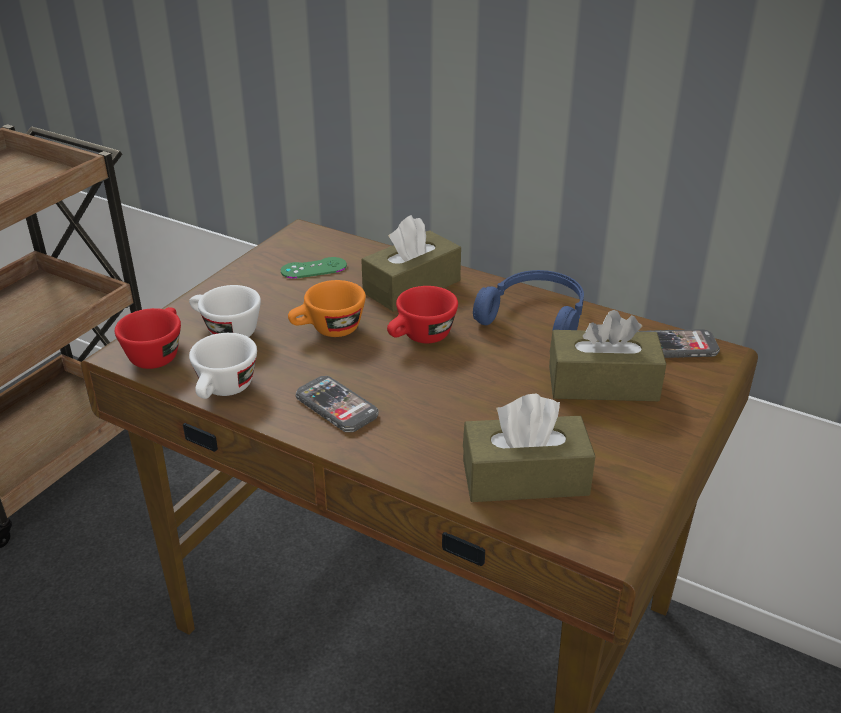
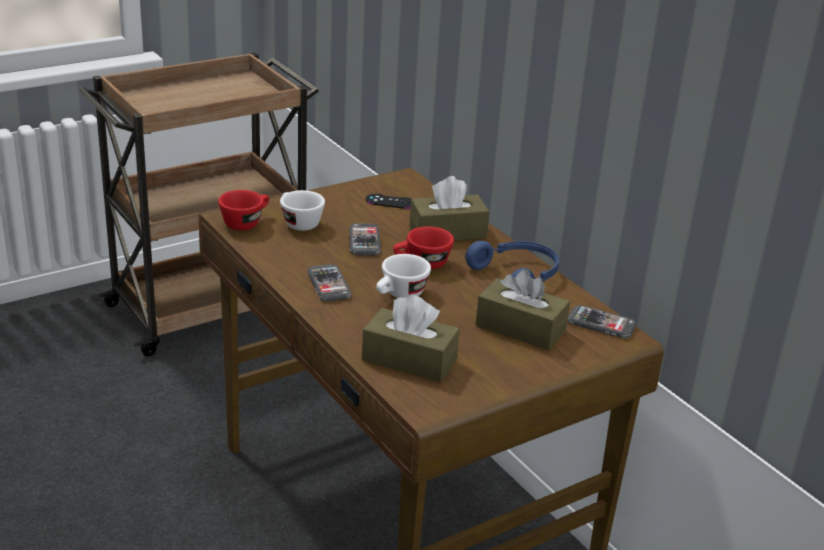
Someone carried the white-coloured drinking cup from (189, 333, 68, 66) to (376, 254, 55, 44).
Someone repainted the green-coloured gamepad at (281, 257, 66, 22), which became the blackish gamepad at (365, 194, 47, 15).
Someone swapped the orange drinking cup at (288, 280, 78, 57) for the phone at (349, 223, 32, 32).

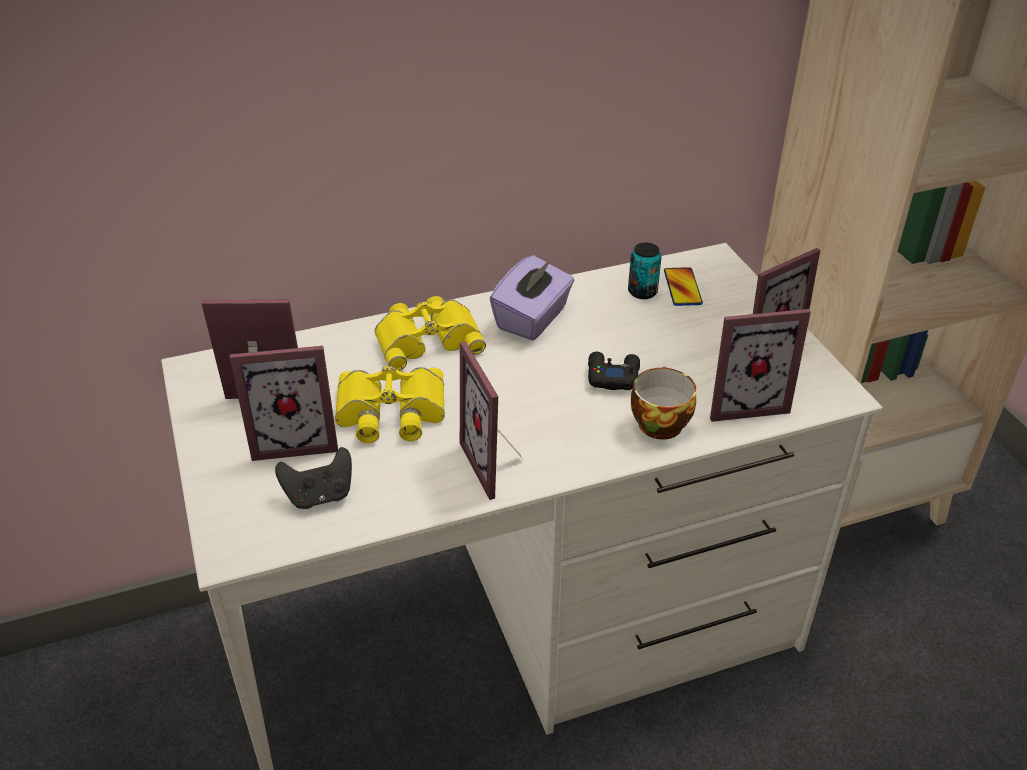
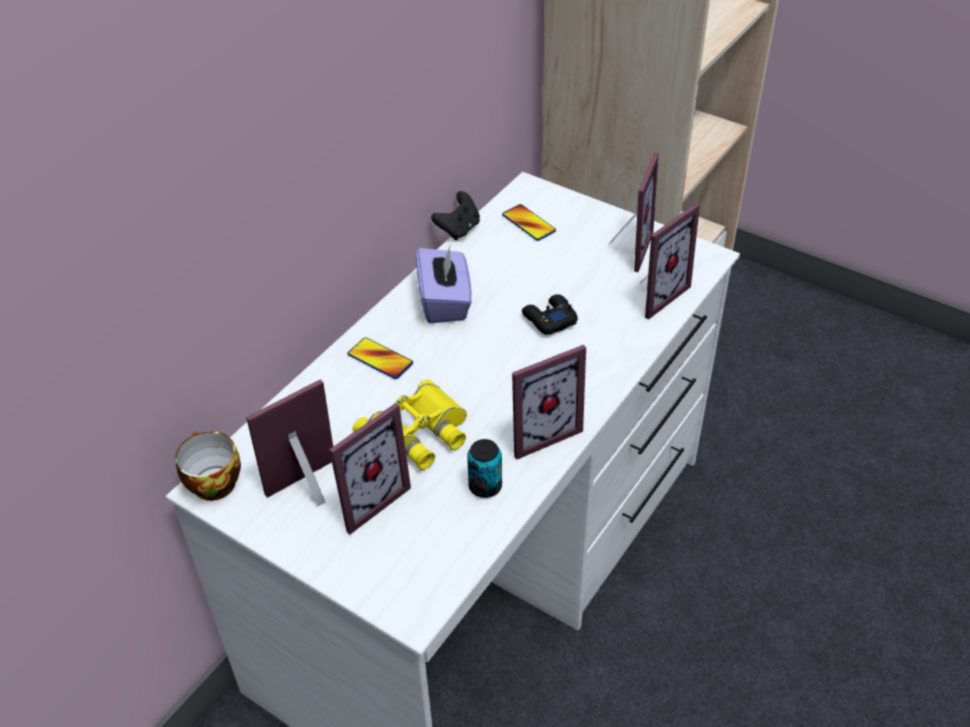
Someone carried the blackish gamepad from (275, 447, 77, 62) to (431, 191, 49, 49).
Someone swapped the yellow field glasses at (375, 296, 111, 75) for the phone at (348, 337, 65, 42).
Someone rotated the photo frame at (460, 342, 62, 158) by 60 degrees counterclockwise.
Someone carried the can from (628, 243, 33, 56) to (467, 439, 35, 59).
Someone carried the drinking cup from (631, 367, 65, 73) to (175, 431, 66, 70).

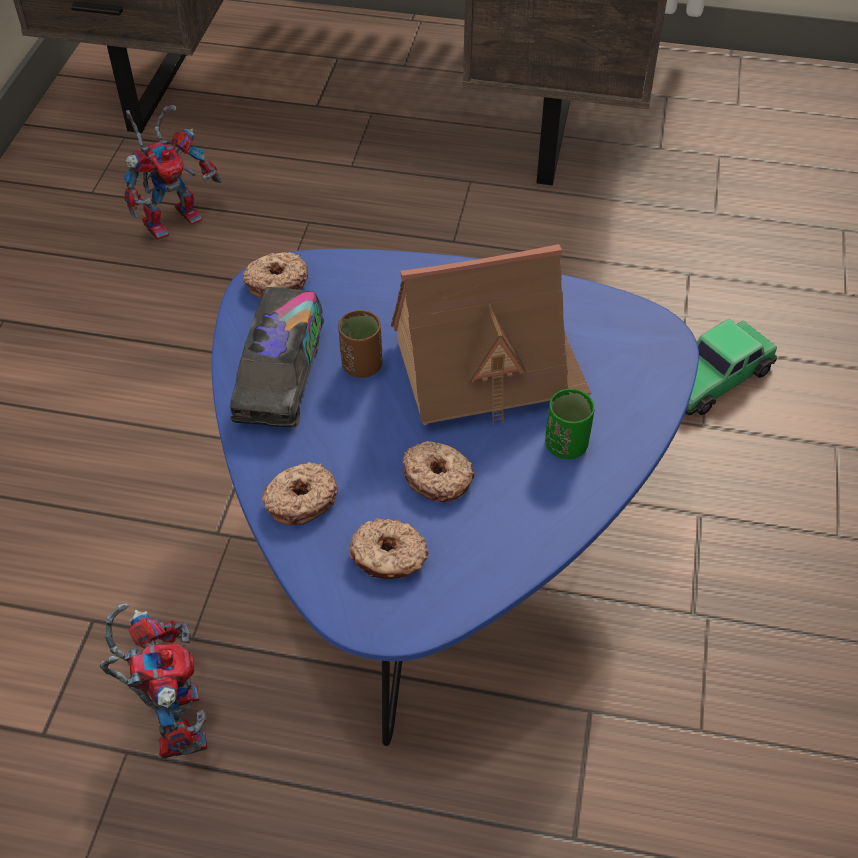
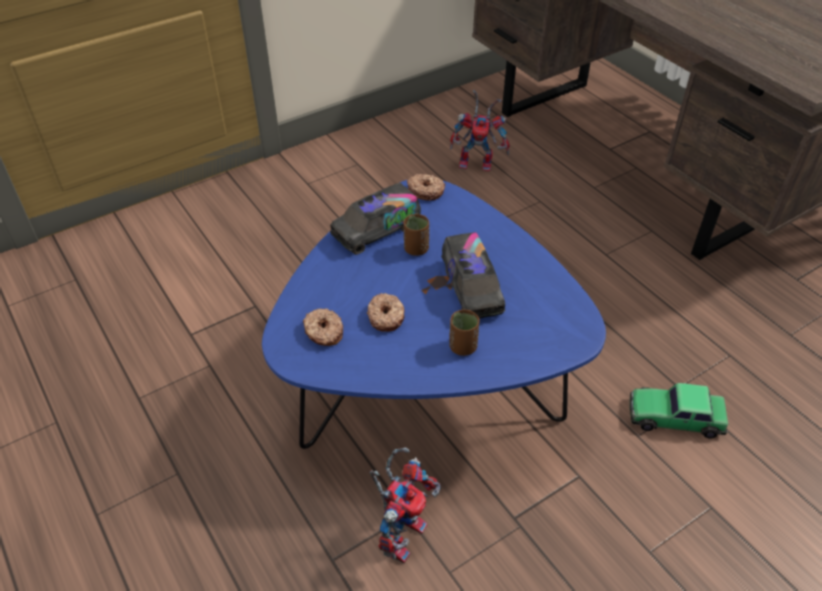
Someone carried the robot figure from (100, 603, 108, 156) to (369, 447, 72, 117).
Someone took away the ring doughnut at (262, 462, 76, 63).
Someone swapped the toy house at (391, 244, 200, 181) for the toy lorry at (441, 232, 64, 87).
Someone repainted the green-coloured drinking cup at (545, 389, 50, 70), which became the brown-coloured drinking cup at (449, 309, 31, 47).

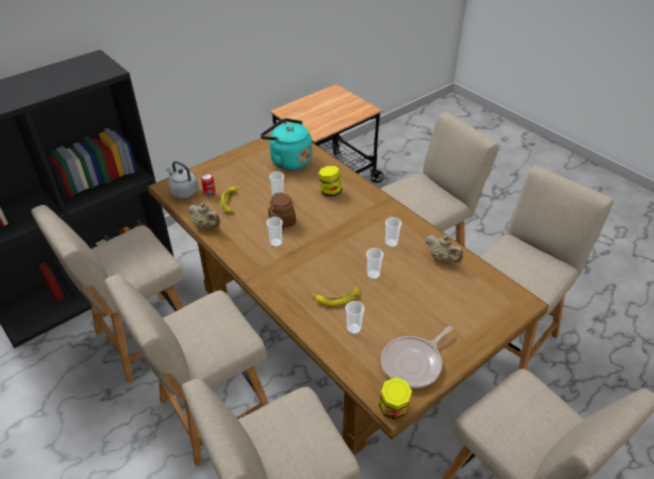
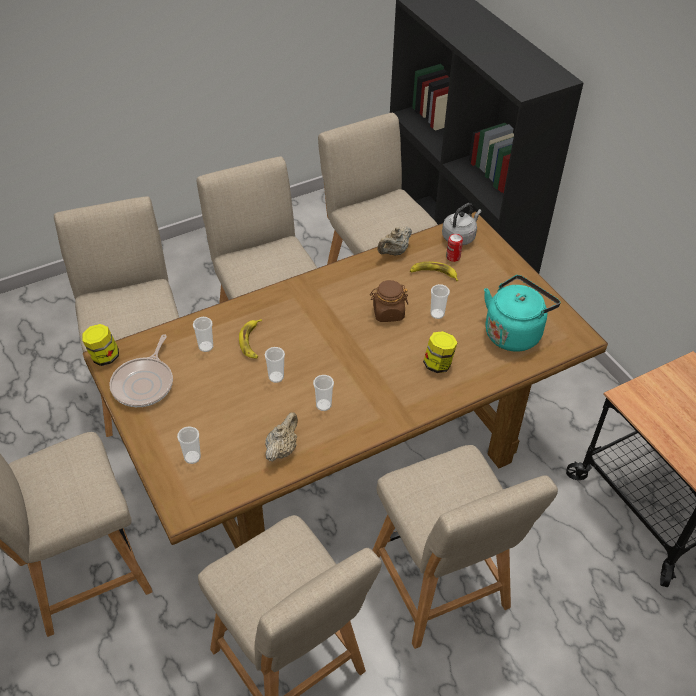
Someone carried the drinking cup from (266, 217, 17, 30) to (177, 426, 24, 38).
Someone rotated the pan at (381, 326, 72, 62) by 135 degrees counterclockwise.
Someone rotated the beige-coloured tea pot at (425, 235, 38, 27) by 150 degrees clockwise.

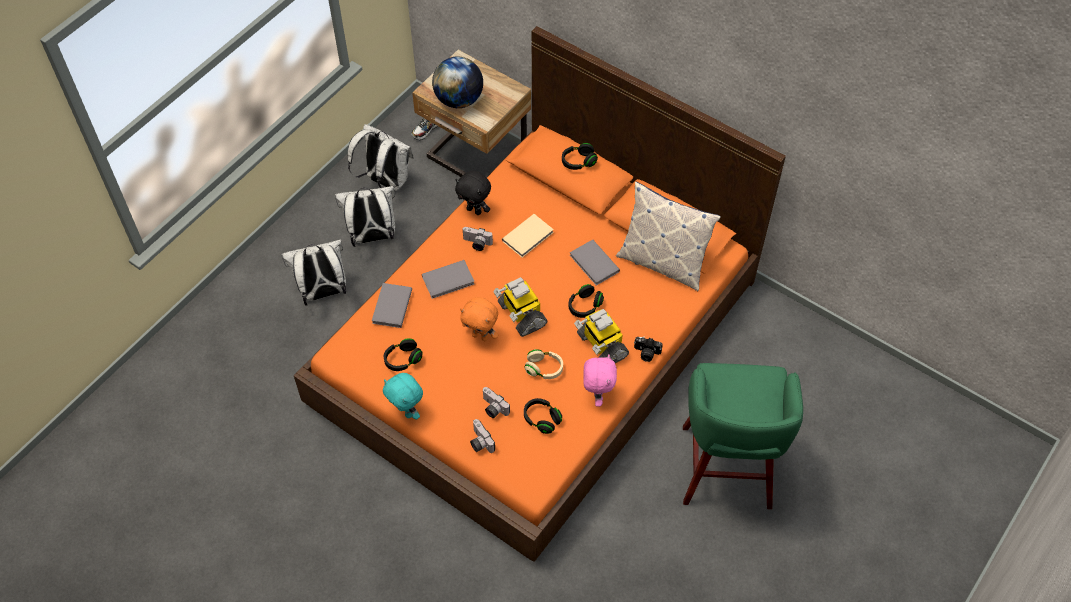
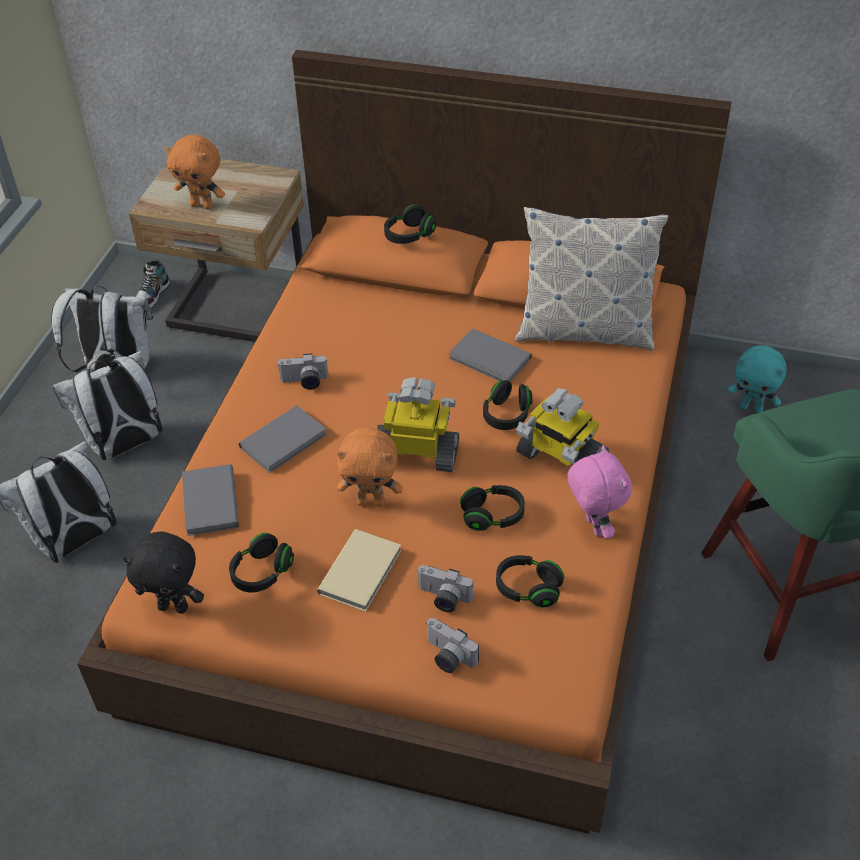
Someone carried the blue-green plush toy from (383, 373, 40, 47) to (728, 345, 58, 68).
Someone swapped the globe at (432, 56, 51, 52) for the orange plush toy at (165, 135, 60, 75).
Someone carried the blackish plush toy from (455, 171, 36, 44) to (123, 532, 81, 82).
Someone rotated the robot figure at (493, 277, 54, 60) by 150 degrees clockwise.
Someone carried the beige-coloured bound book from (502, 214, 52, 44) to (317, 529, 85, 83).
Someone repainted the beige-coloured headphones at (524, 349, 39, 30), which became the blackish headphones at (460, 485, 65, 46).
Someone took away the photo camera at (634, 337, 29, 25).

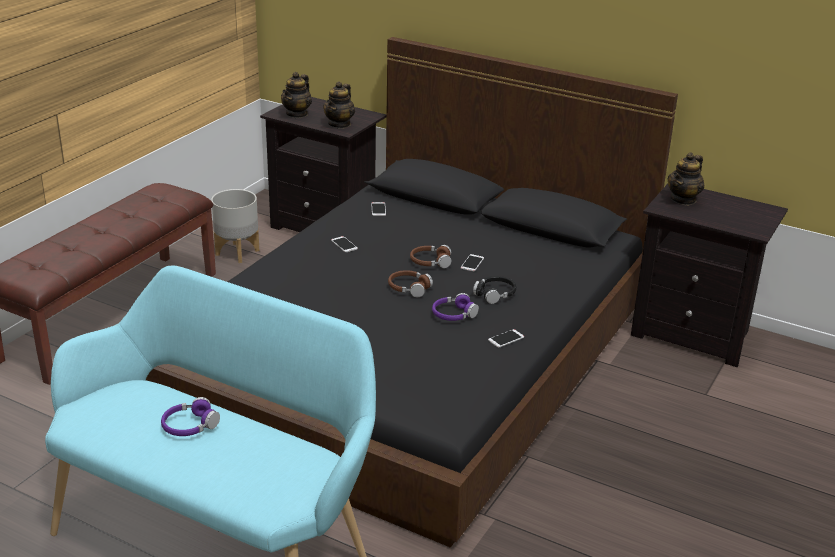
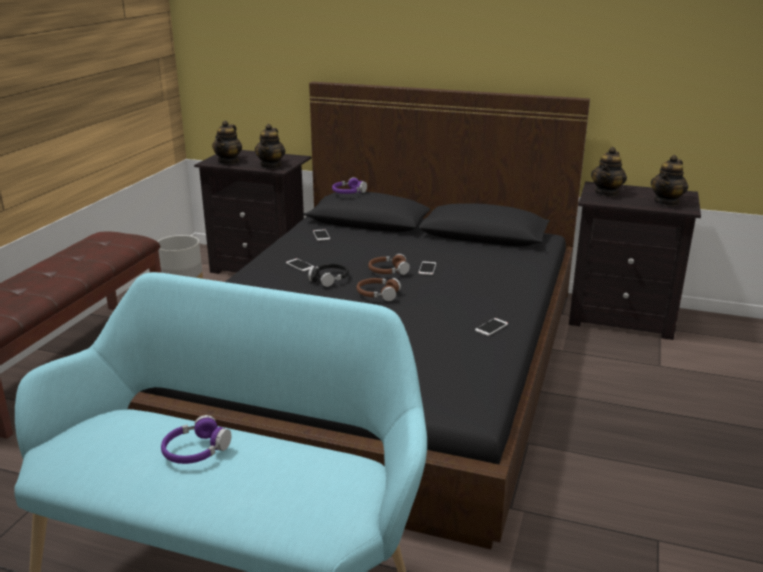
Someone carried the purple-coloured headphones from (432, 293, 47, 28) to (332, 177, 35, 17).
Someone carried the blackish headphones from (473, 276, 43, 28) to (308, 263, 41, 24).
Someone put down the tea pot at (651, 155, 37, 51).

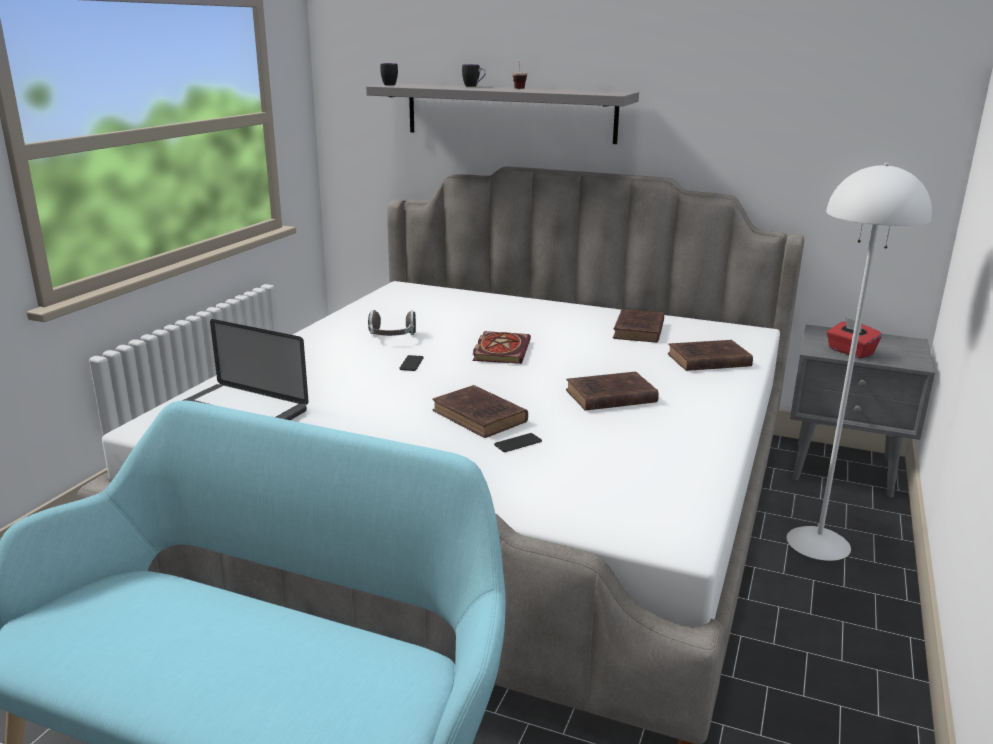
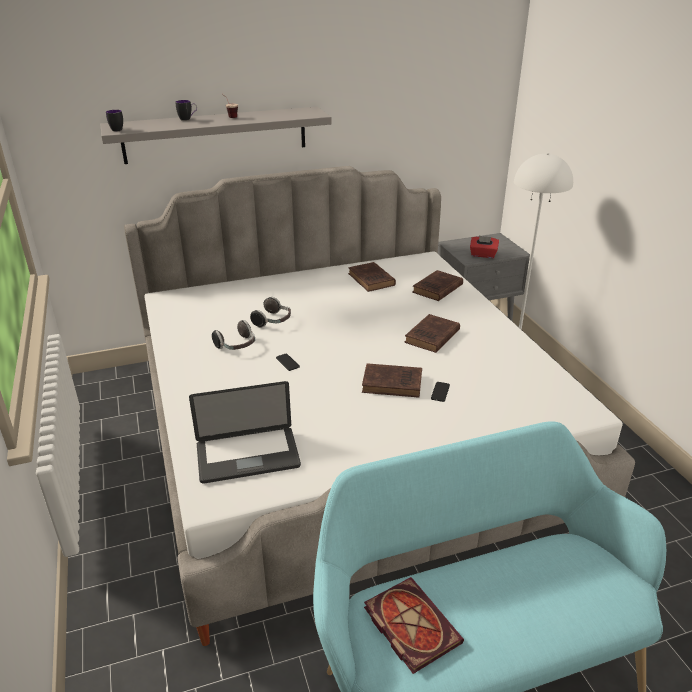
Someone carried the bound book from (473, 331, 58, 33) to (364, 577, 100, 97).
Someone put down the headphones at (250, 297, 41, 31).

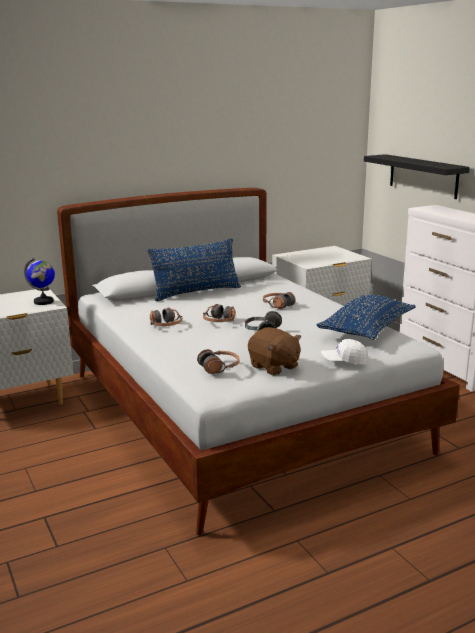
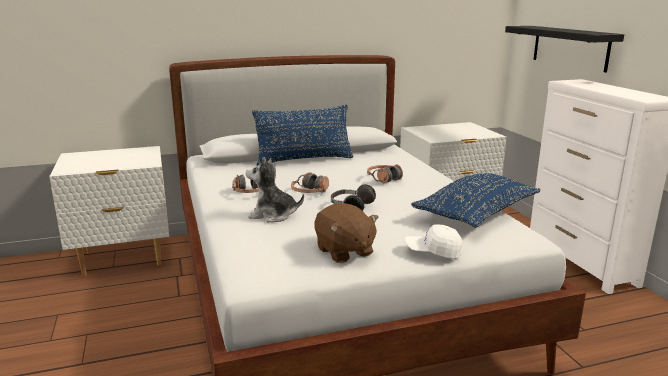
Someone took away the globe at (24, 257, 31, 48).
Someone took away the headphones at (197, 349, 43, 25).
Someone put down the plush toy at (246, 157, 58, 65).

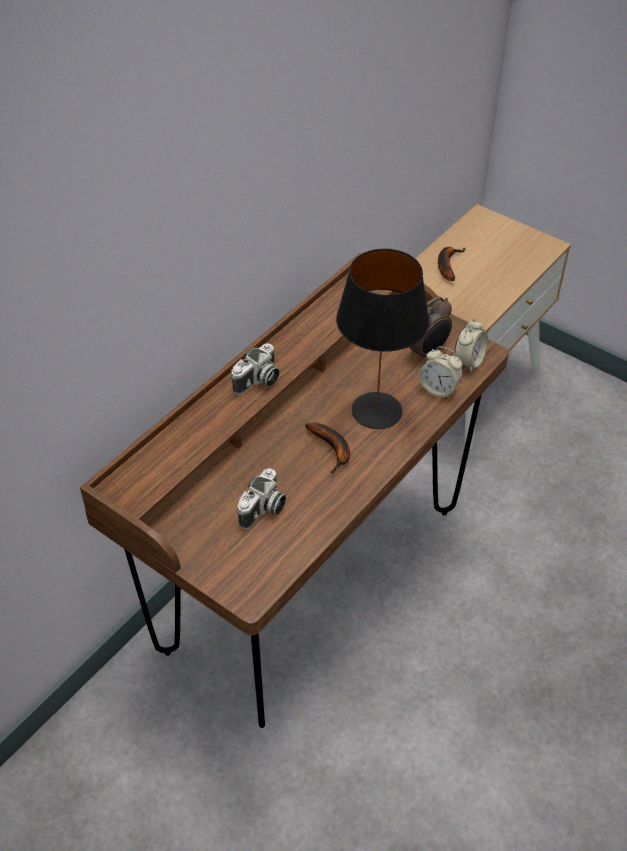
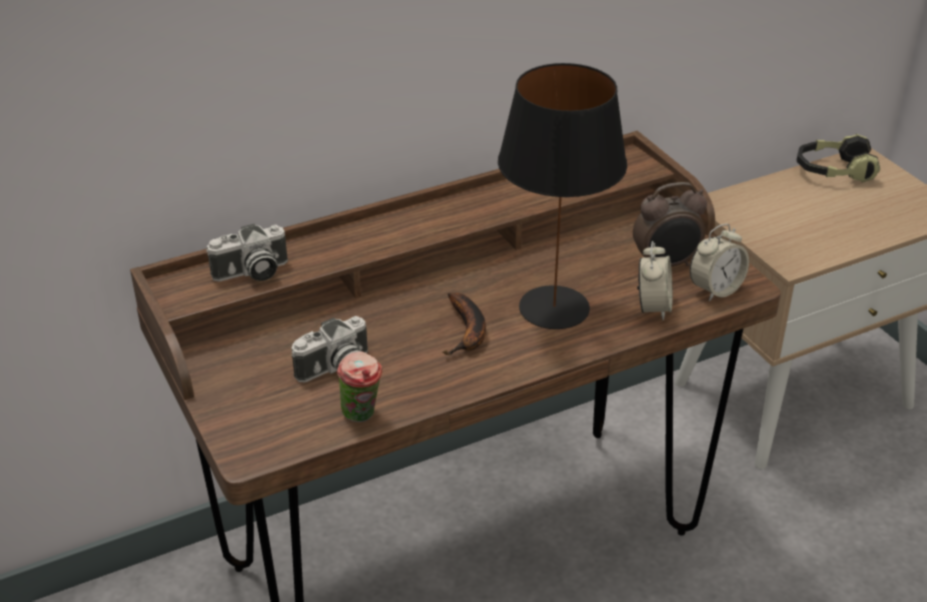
Someone carried the photo camera from (231, 343, 48, 52) to (206, 224, 82, 58).
Someone rotated the table clock at (418, 346, 45, 53) by 135 degrees counterclockwise.
Someone took away the whole banana at (438, 247, 28, 34).
Someone put down the drinking cup at (337, 352, 45, 70).
Someone put down the headphones at (797, 134, 84, 49).

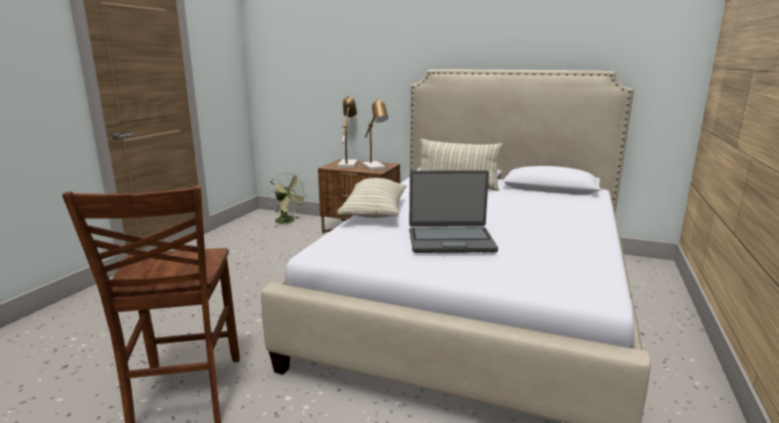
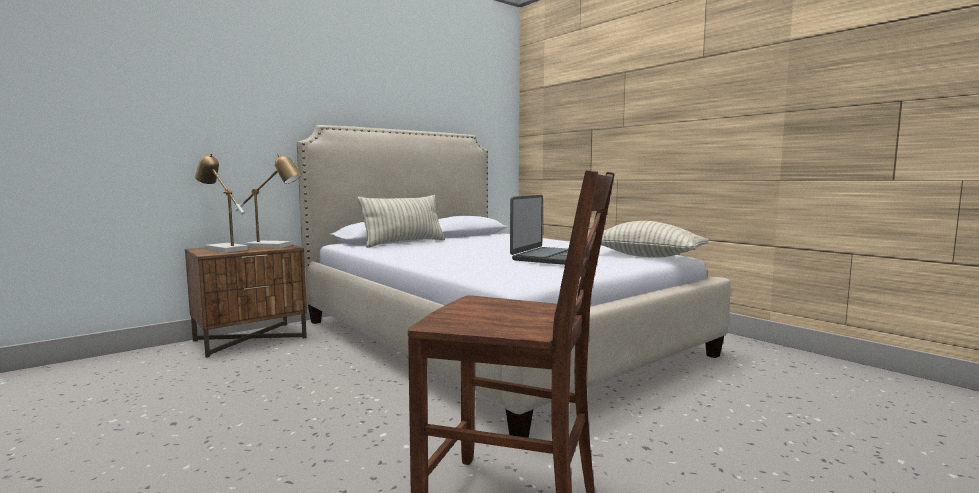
Someone took away the green-coloured fan at (267, 172, 41, 54).
Someone carried the pillow from (337, 178, 69, 40) to (587, 221, 123, 36).

